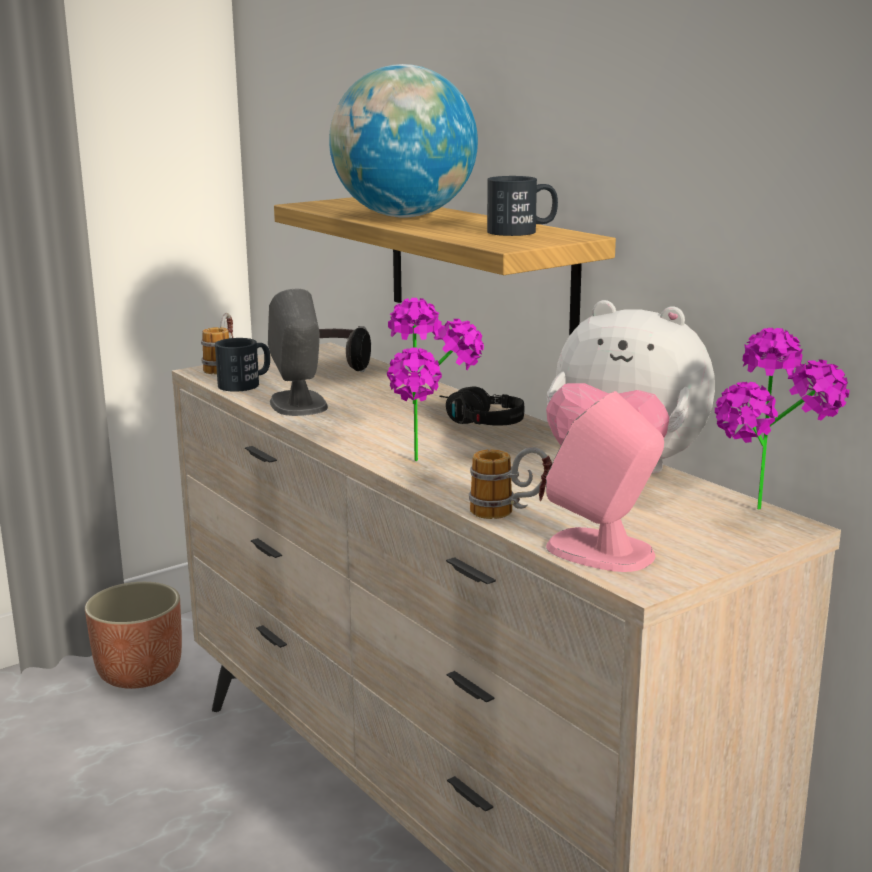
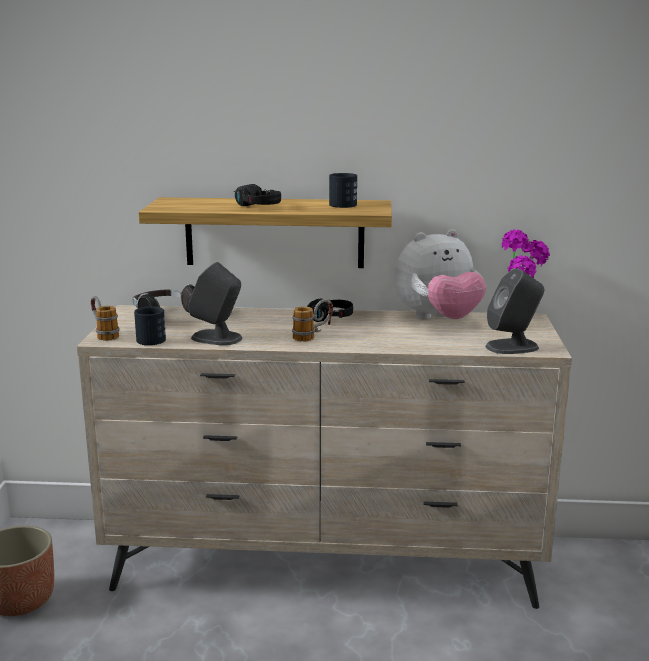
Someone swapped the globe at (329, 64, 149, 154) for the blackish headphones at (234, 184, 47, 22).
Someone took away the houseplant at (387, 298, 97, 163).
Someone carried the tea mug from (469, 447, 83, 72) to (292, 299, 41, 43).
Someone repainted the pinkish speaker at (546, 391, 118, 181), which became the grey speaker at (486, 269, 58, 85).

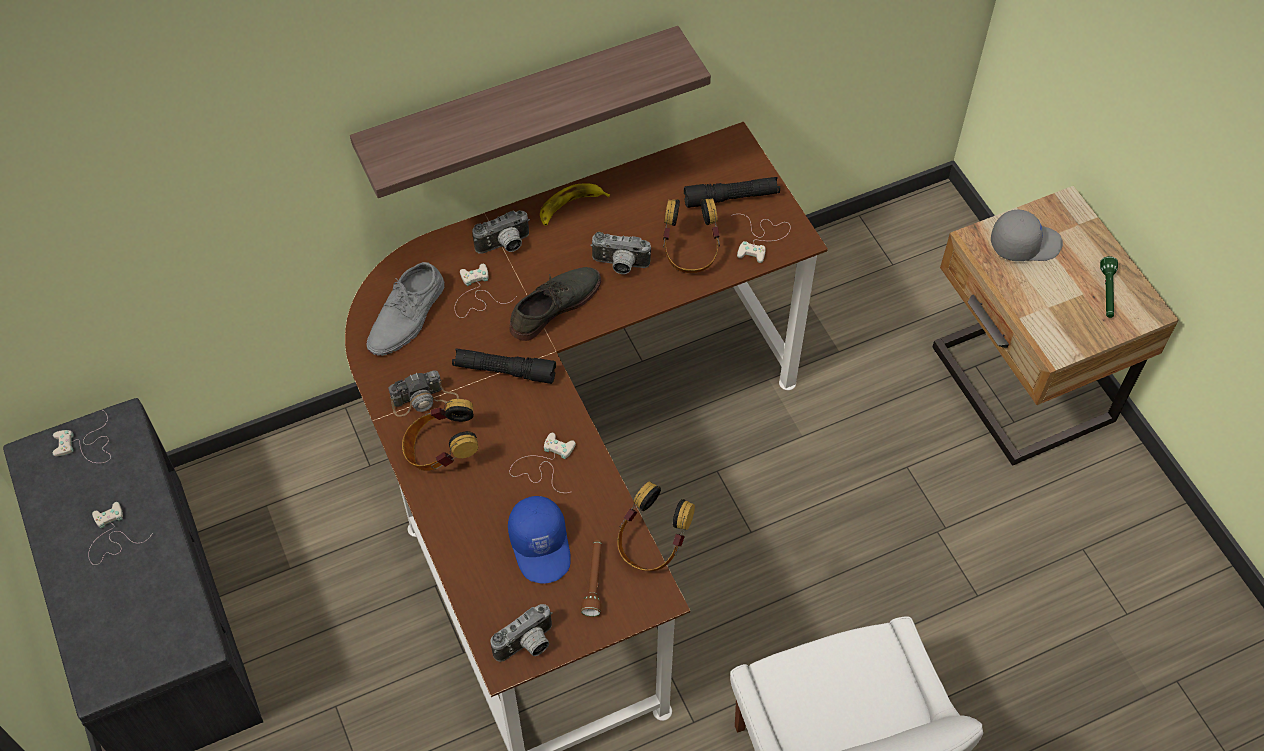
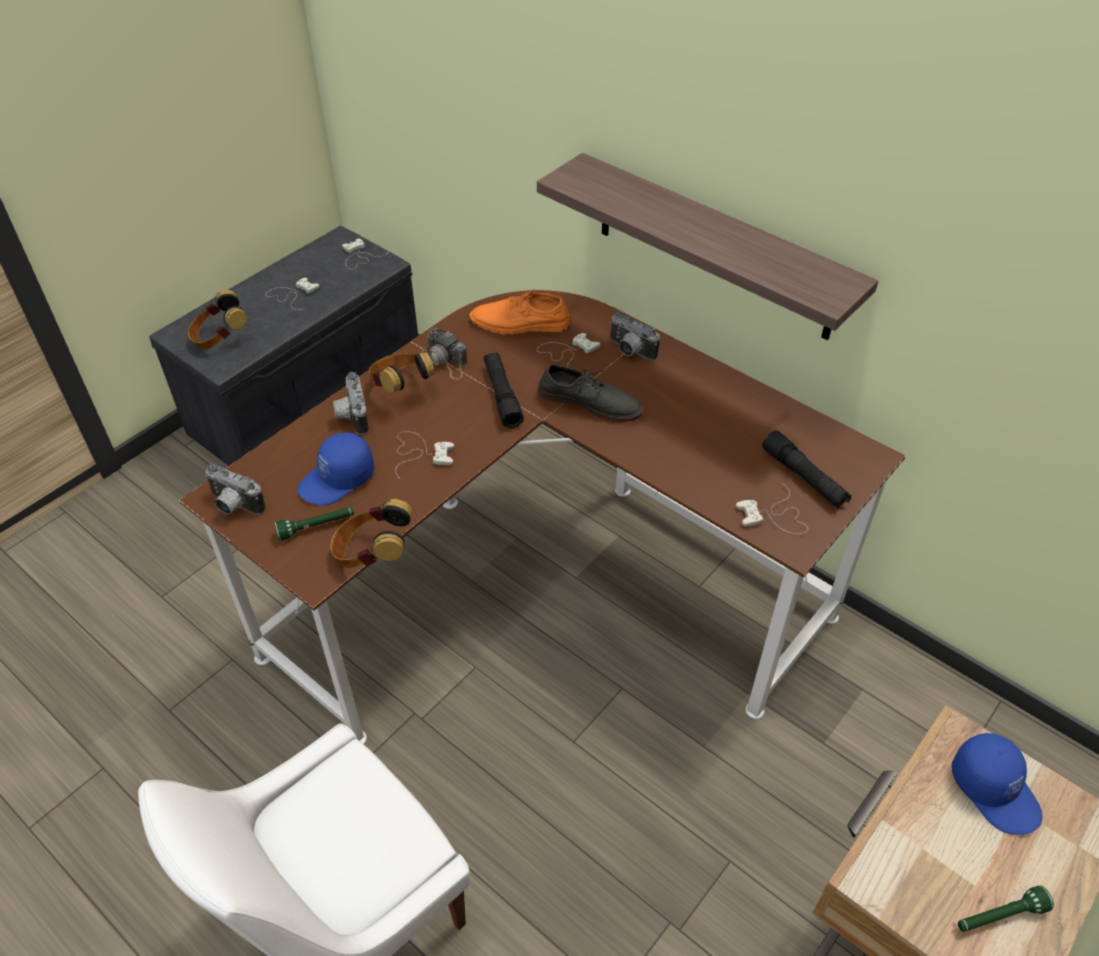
Someone repainted the grey shoe at (367, 262, 78, 94), which became the orange shoe at (470, 288, 101, 47).
Someone took away the whole banana at (540, 183, 70, 43).
Someone repainted the brown-coloured flashlight at (581, 539, 21, 78), which became the green-coloured flashlight at (274, 507, 80, 34).
Someone carried the photo camera from (591, 232, 60, 42) to (333, 372, 36, 63).
Someone carried the headphones from (663, 198, 57, 75) to (188, 290, 59, 60).
Someone repainted the grey peaked cap at (991, 210, 72, 51), which became the blue-coloured peaked cap at (952, 733, 90, 102).

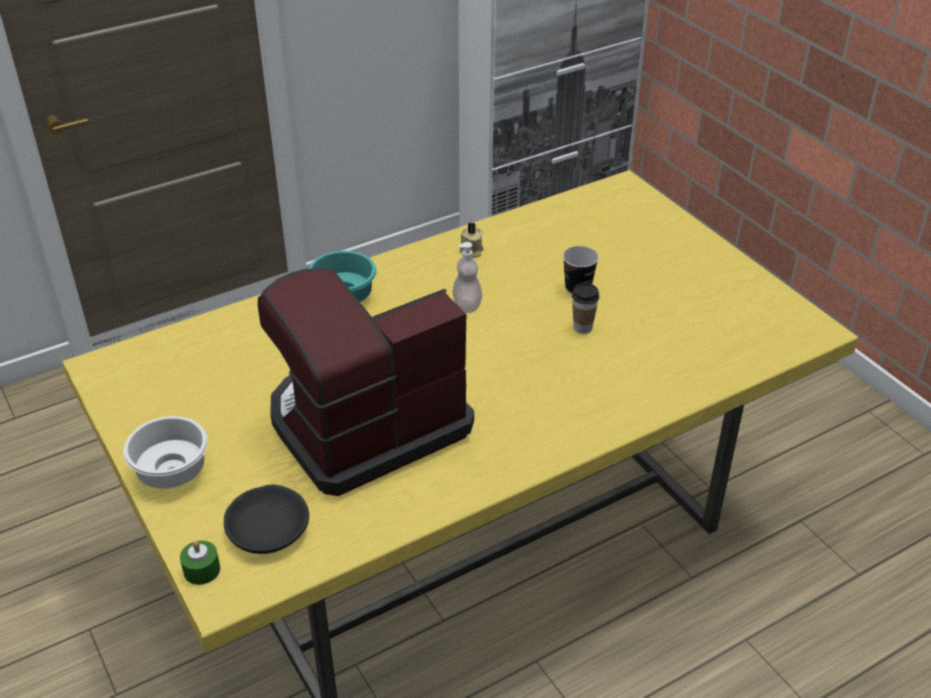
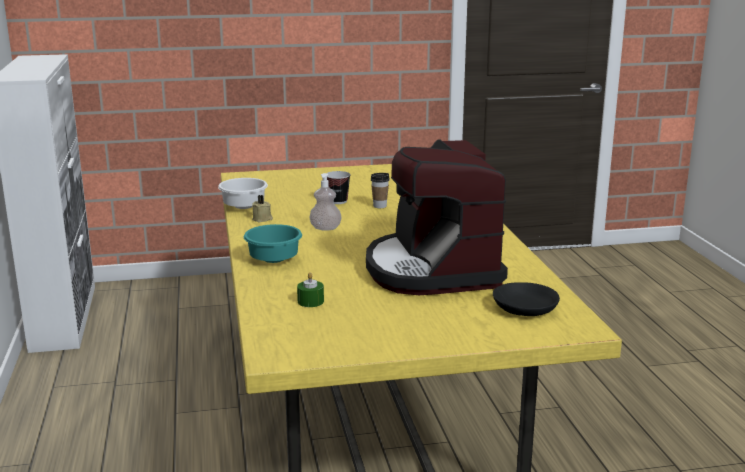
Someone carried the white-coloured serving bowl from (123, 416, 85, 73) to (218, 178, 50, 31).
Someone carried the green-coloured wax light from (180, 541, 40, 44) to (297, 272, 27, 35).

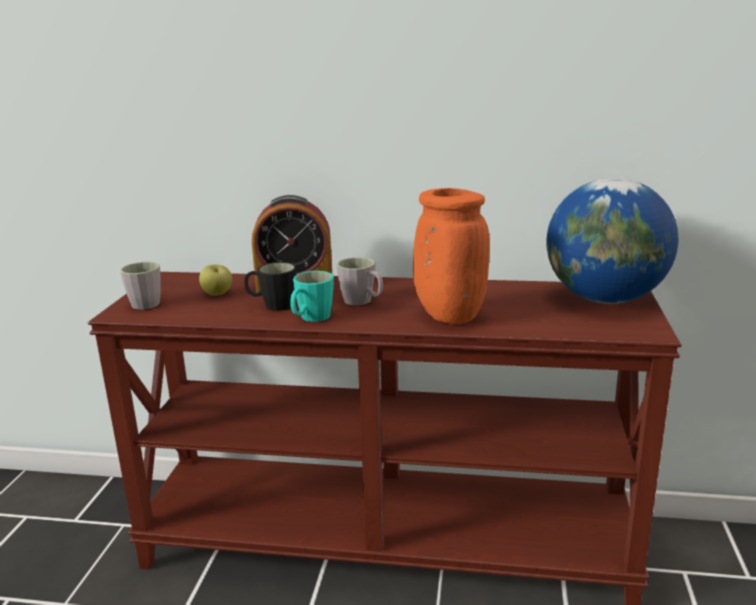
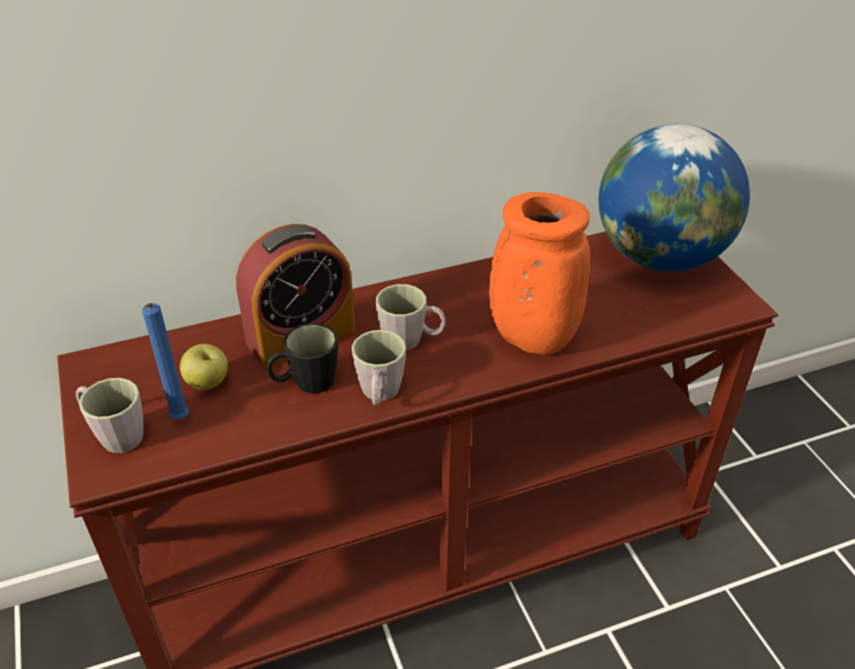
Someone repainted the blue-green tea mug at (290, 271, 44, 51), which became the grey tea mug at (352, 330, 54, 75).
Someone put down the blue-coloured wax light at (142, 303, 47, 117).

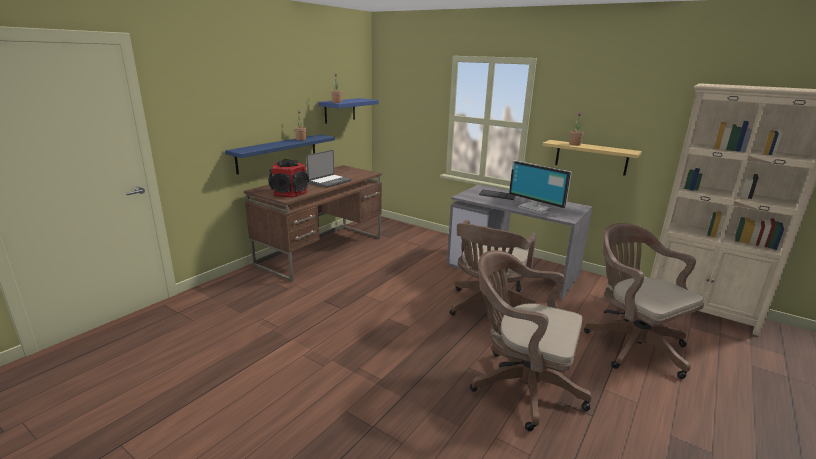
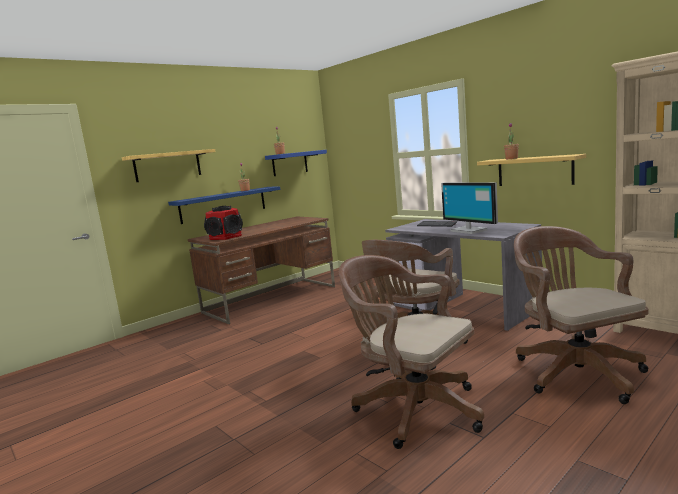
Someone took away the notebook computer at (306, 150, 46, 38).
Someone put up the wall shelf at (122, 149, 93, 33).

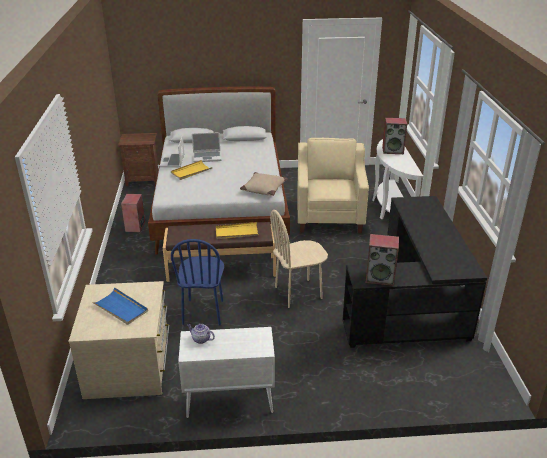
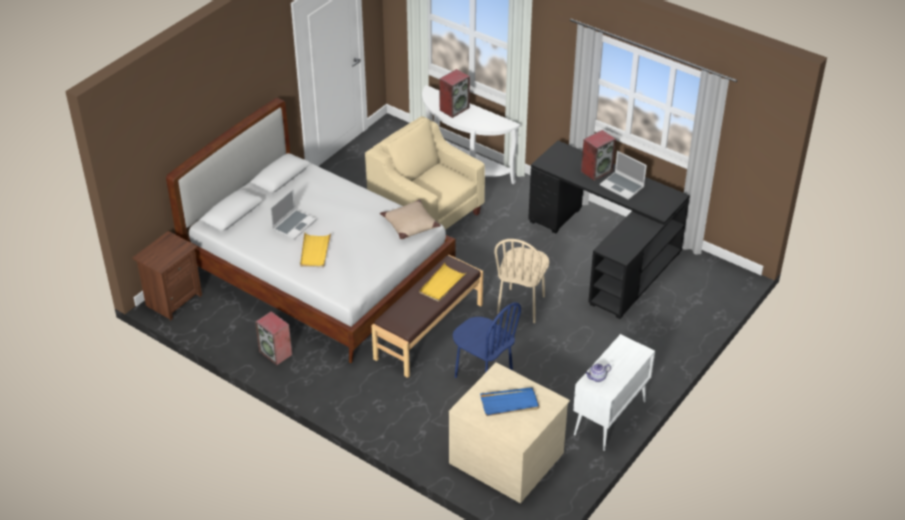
Someone carried the notebook computer from (159, 135, 26, 32) to (600, 151, 47, 49).
Someone carried the speaker from (366, 234, 33, 52) to (581, 130, 35, 51).

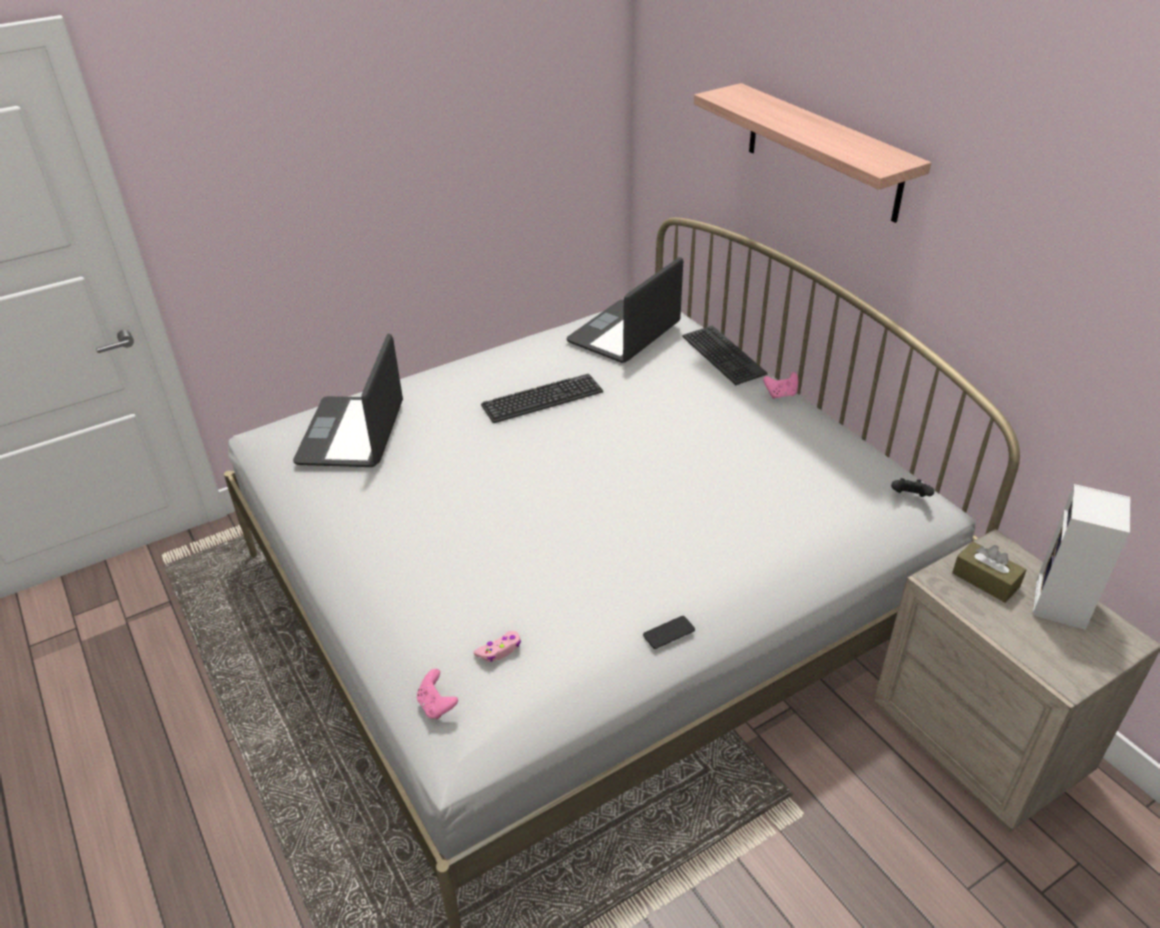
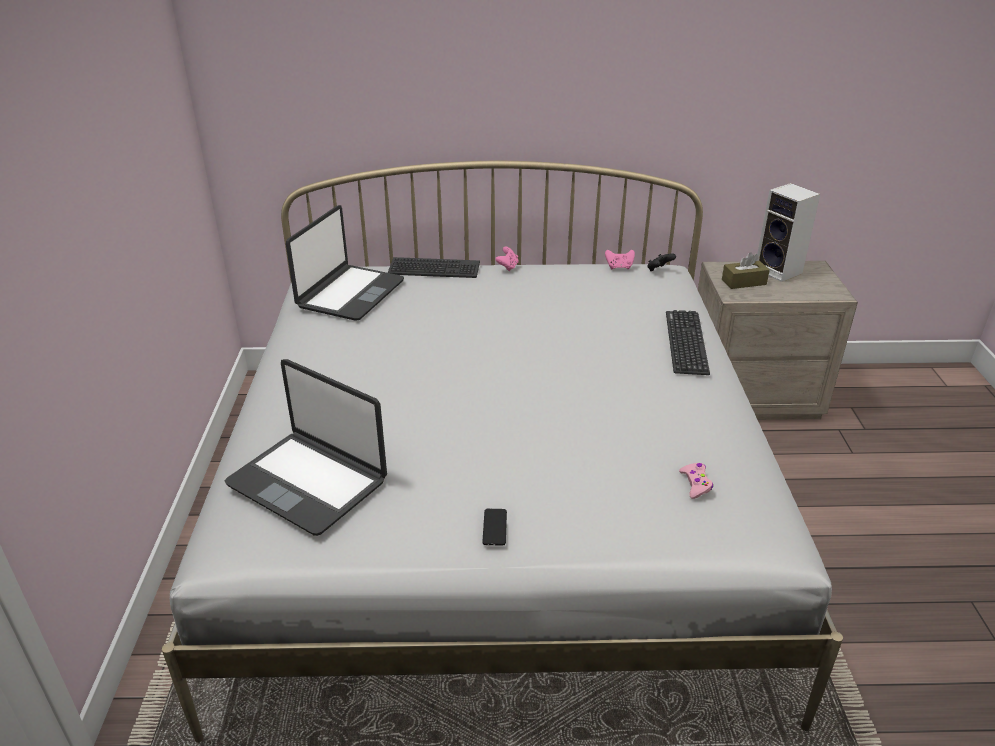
Someone carried the pinkish gamepad from (417, 669, 41, 50) to (605, 250, 30, 19).
Someone carried the PC keyboard from (481, 374, 122, 49) to (666, 310, 44, 65).
Someone rotated the notebook computer at (566, 257, 117, 106) by 135 degrees counterclockwise.
Someone carried the phone from (643, 616, 52, 33) to (482, 509, 25, 37).
Someone took away the wall shelf at (694, 83, 237, 140).

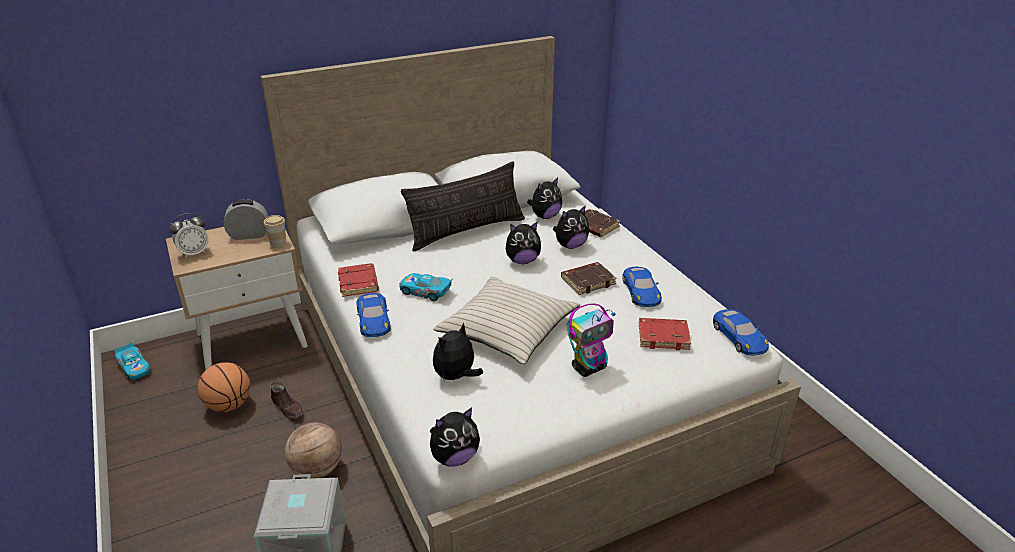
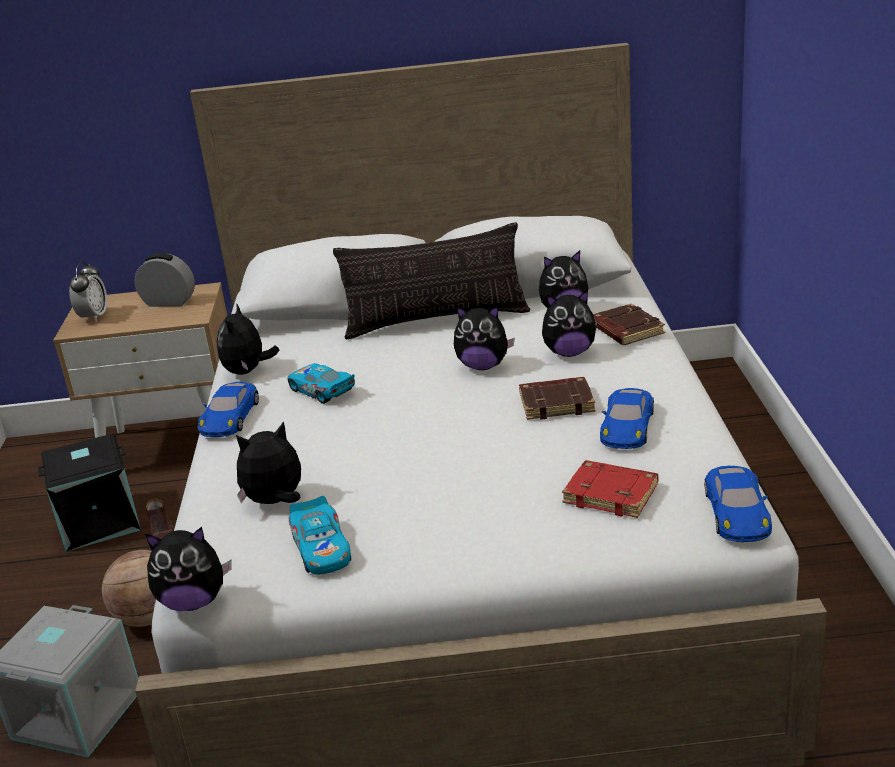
Someone carried the miniature car from (114, 343, 36, 37) to (289, 496, 62, 79).
Someone rotated the table clock at (170, 213, 39, 45) by 75 degrees counterclockwise.
Someone swapped the basketball at (198, 362, 52, 50) for the blackish storage container at (38, 433, 103, 119).
Someone took away the drinking cup at (264, 215, 22, 32).
Someone swapped the reddish bound book at (338, 263, 41, 34) for the plush toy at (216, 303, 63, 72).
Someone took away the beige-coloured pillow at (433, 276, 147, 88).
Someone took away the robot figure at (567, 304, 49, 73).

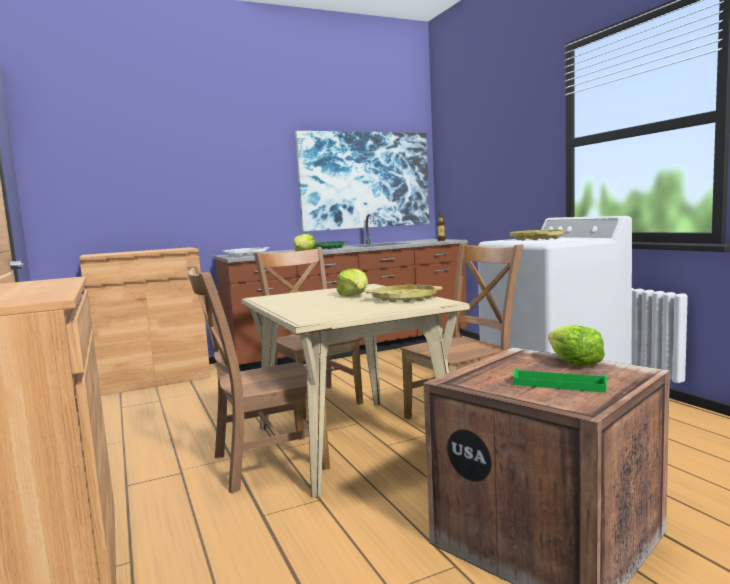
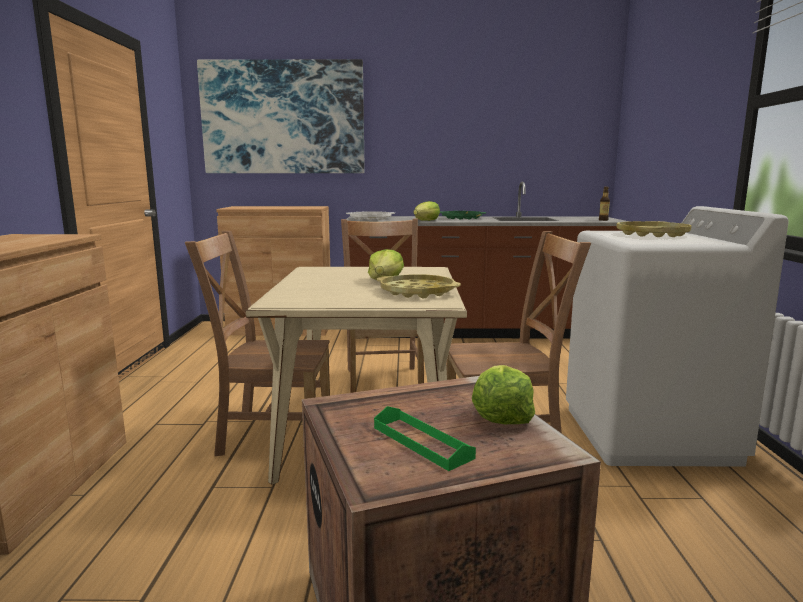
Someone carried the wall art from (295, 131, 134, 100) to (197, 59, 168, 114).

